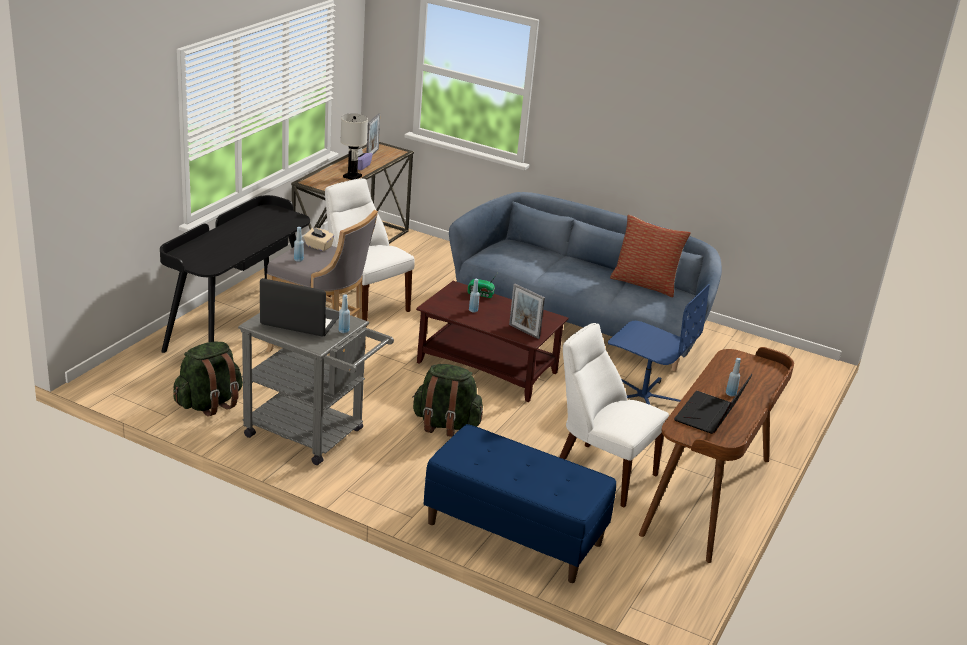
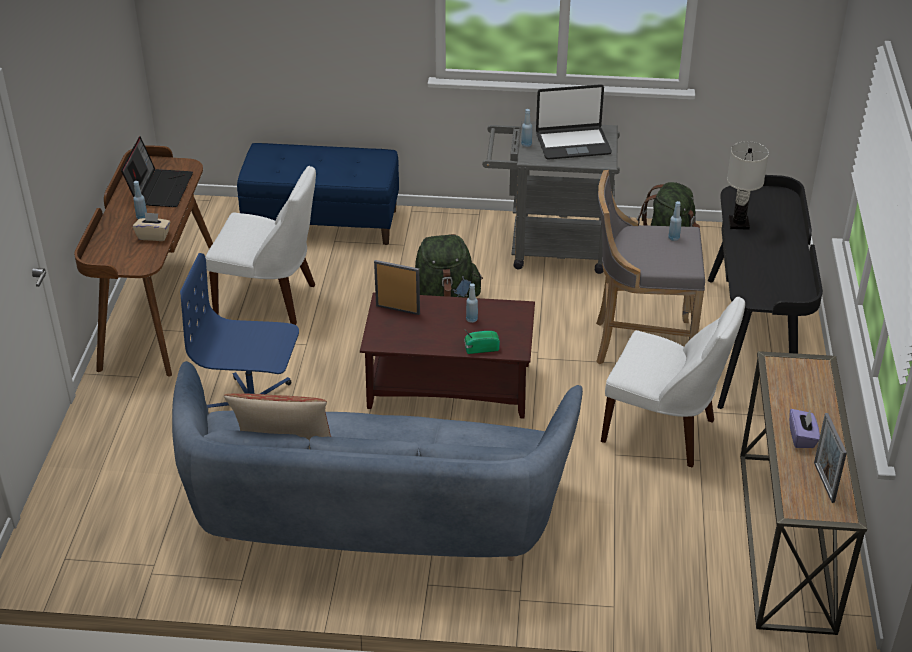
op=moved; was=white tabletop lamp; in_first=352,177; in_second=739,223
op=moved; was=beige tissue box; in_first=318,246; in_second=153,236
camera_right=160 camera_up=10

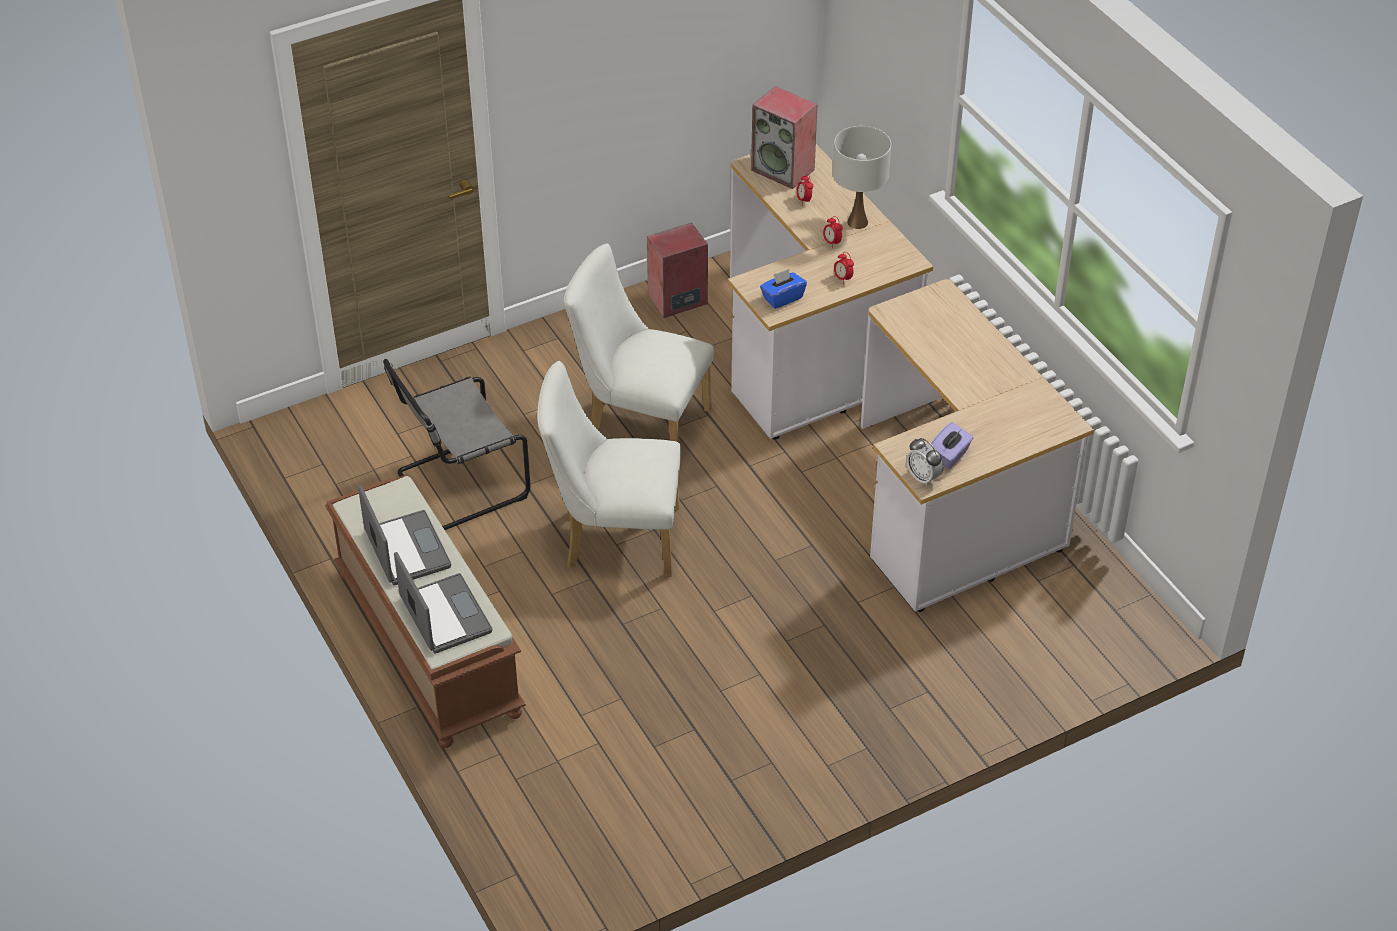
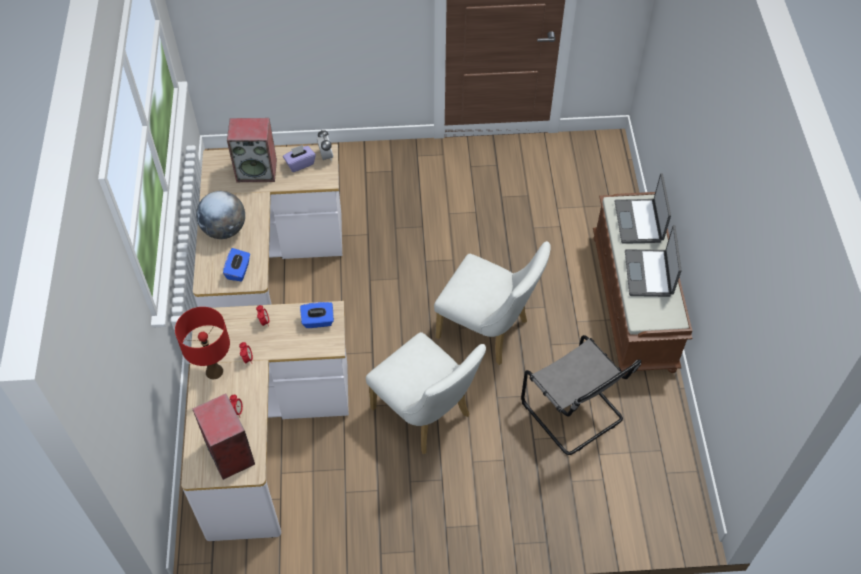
op=recoloured; was=white tabletop lamp; now=red tabletop lamp; in_first=857,222; in_second=214,372
op=moved; was=speaker; in_first=677,300; in_second=257,170
op=turned; was=grey plain chair; in_first=458,486; in_second=574,413; clockwise=60
op=added; now=globe; in_second=224,229
op=added; now=bluish tissue box; in_second=238,271
camera_right=-155 camera_up=10

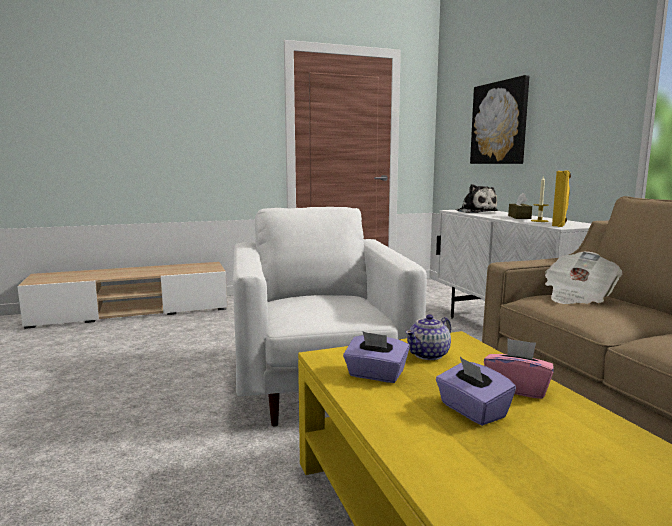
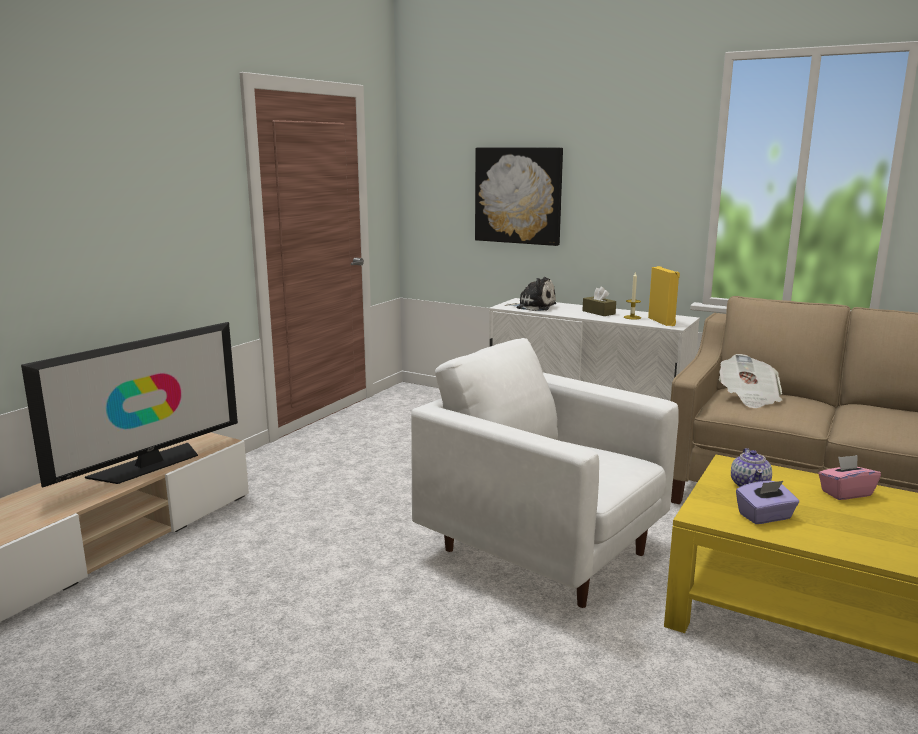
op=removed; was=purplish tissue box; in_first=472,411
op=added; now=TV; in_second=149,464
camera_right=-40 camera_up=5

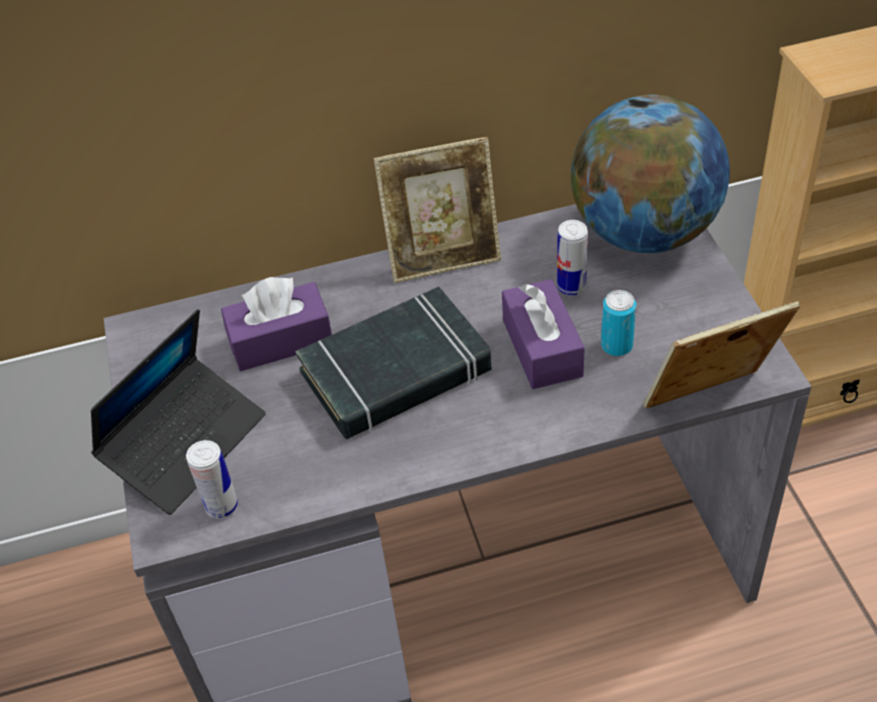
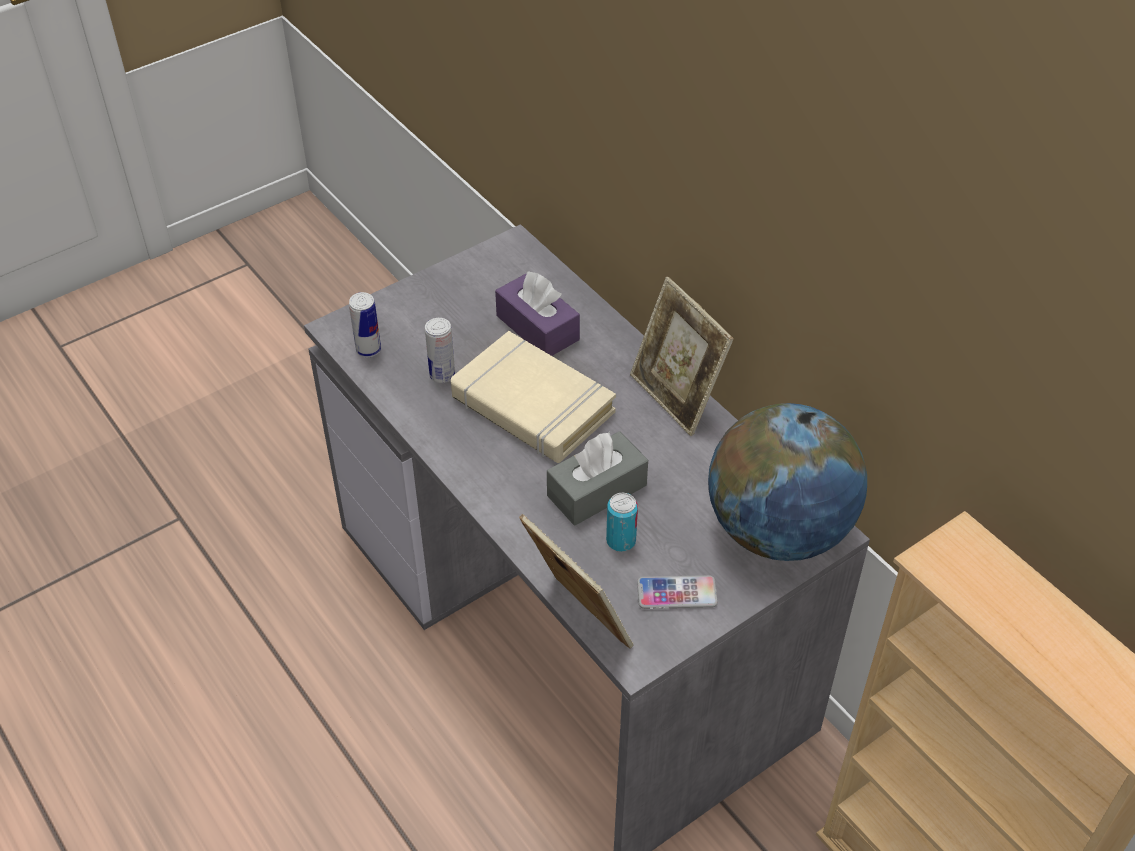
op=moved; was=sealed can; in_first=571,286; in_second=442,375
op=recoloured; was=purplish tissue box; now=grey tissue box; in_first=542,348; in_second=597,490
op=recoloured; was=blackish bound book; now=beige bound book; in_first=396,372; in_second=532,405
op=removed; was=notebook computer; in_first=185,443
op=added; now=handset; in_second=677,593
camera_right=65 camera_up=0

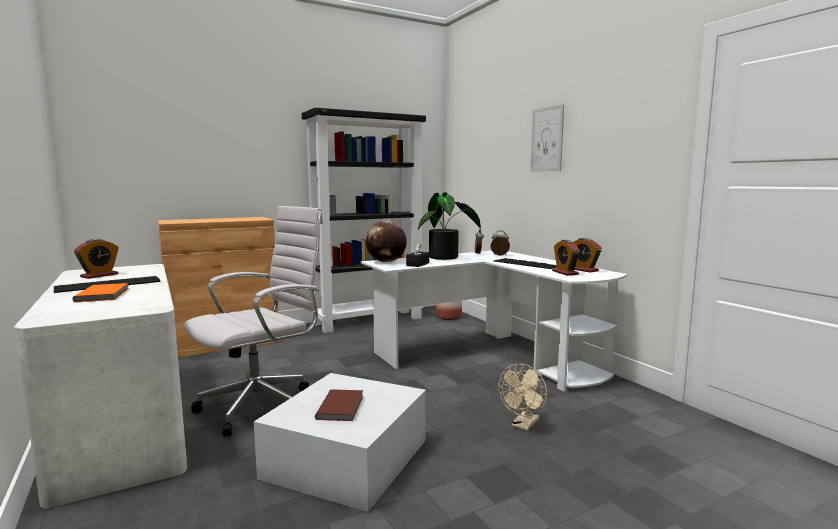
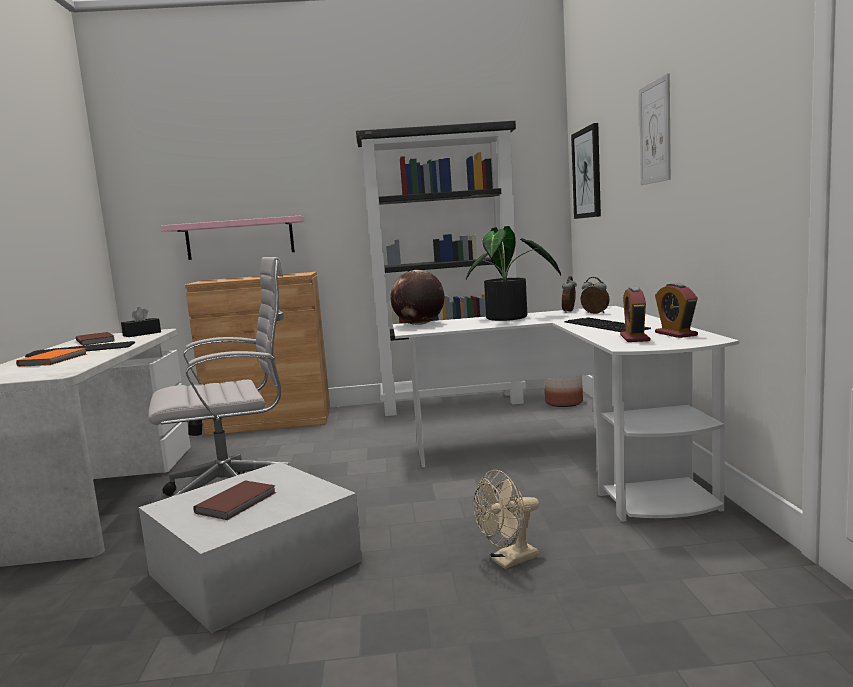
op=replaced; was=alarm clock; now=brownish bound book; in_first=99,275; in_second=96,341
op=moved; was=blackish tissue box; in_first=417,264; in_second=142,334
op=added; now=wall art; in_second=587,173
op=added; now=pink bracket shelf; in_second=240,238
camera_right=25 camera_up=0

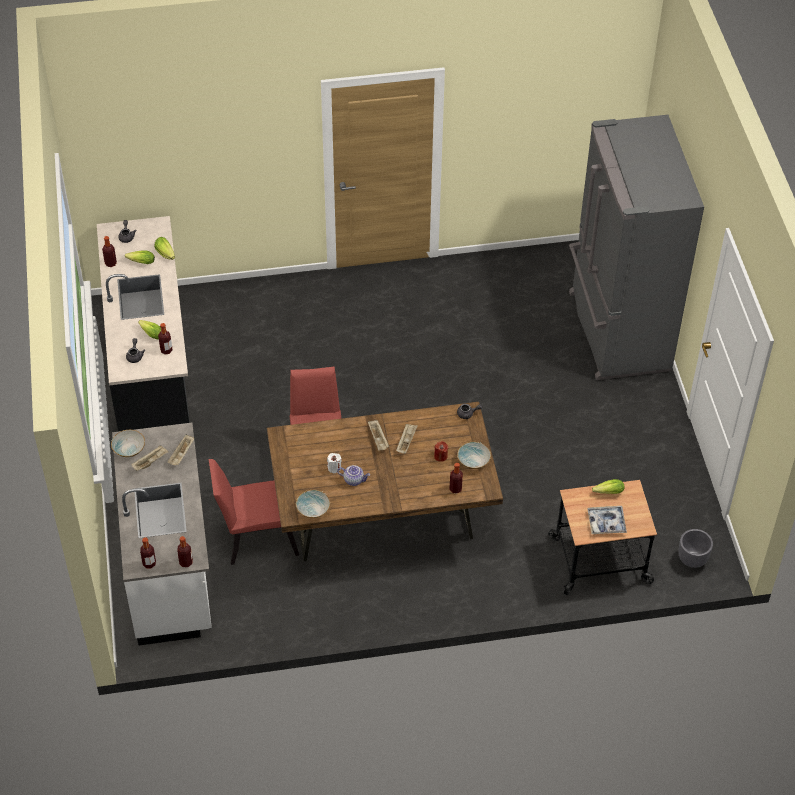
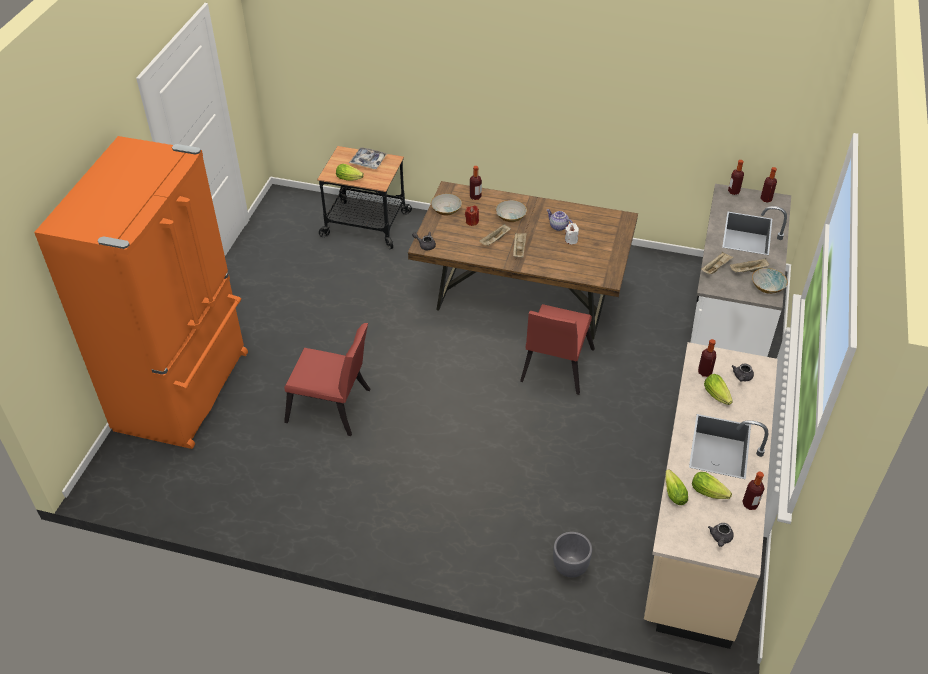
op=recoloured; was=grey refrigerator; now=orangey refrigerator; in_first=616,332; in_second=186,390
op=recoloured; was=blackish counter; now=beige counter; in_first=151,367; in_second=697,527
op=moved; was=red plain chair; in_first=255,535; in_second=333,408
op=moved; was=deep dish; in_first=313,509; in_second=510,217
op=moved; was=grey flower pot; in_first=692,559; in_second=570,568
camera_right=-155 camera_up=-5

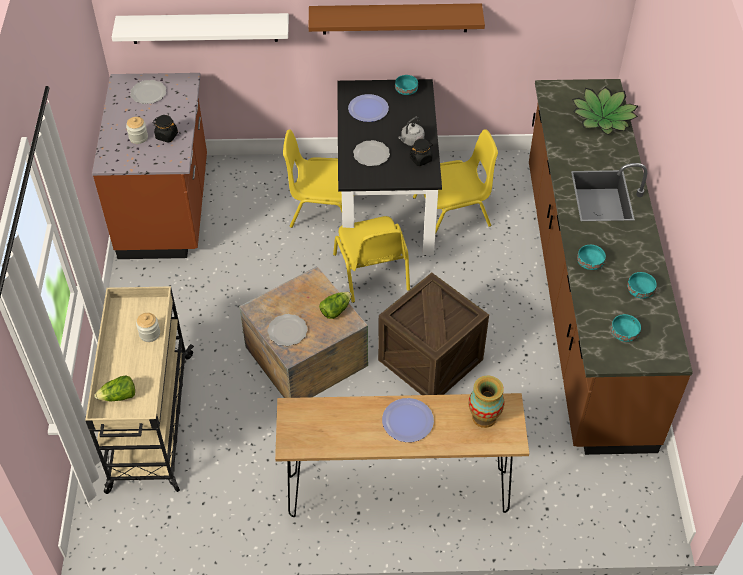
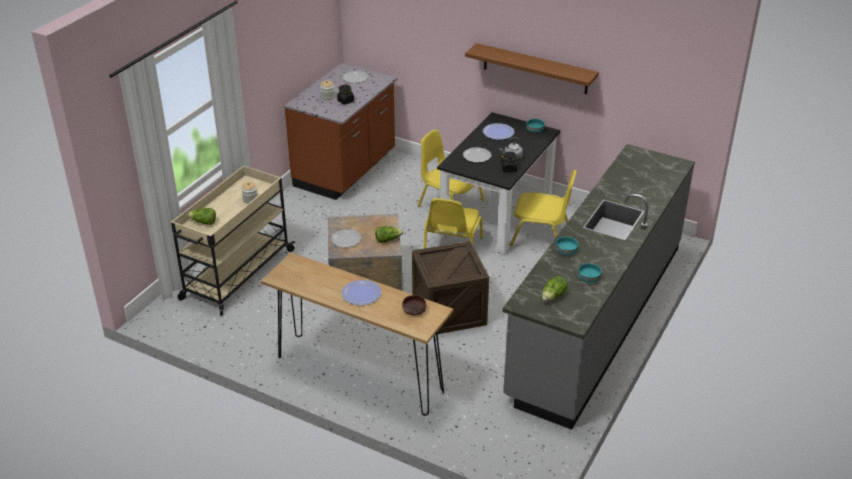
op=removed; was=white bracket shelf; in_first=204,28
op=recoloured; was=brownish counter; now=grey counter; in_first=584,299; in_second=596,318
op=removed; was=houseplant; in_first=603,118
op=replaced; was=blue-green deep dish; now=lettuce; in_first=624,333; in_second=553,296
op=replaced; was=decorative vase; now=brownish deep dish; in_first=484,417; in_second=414,311
camera_right=30 camera_up=-15

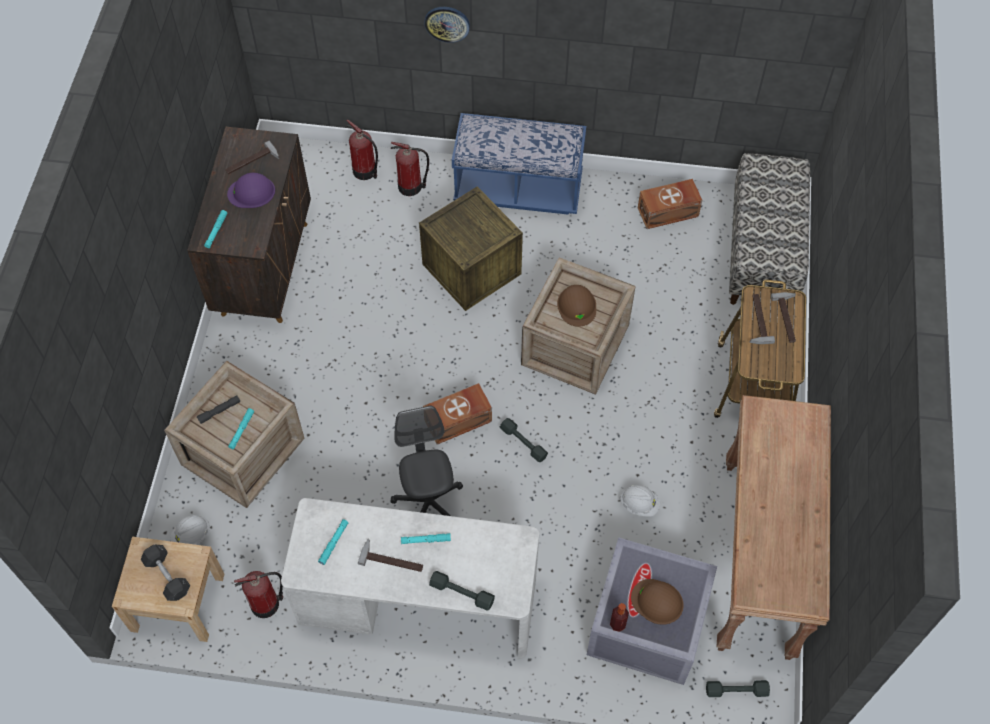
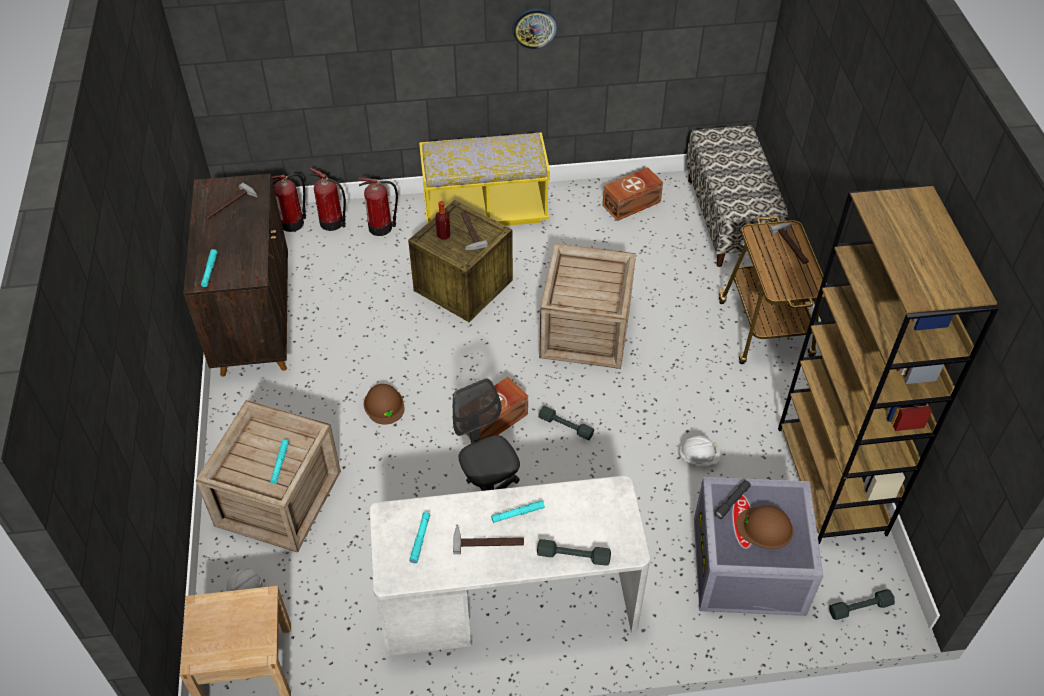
op=moved; was=hanging clock; in_first=447,23; in_second=534,28
op=recoloured; was=bluish long seat; now=yellowish long seat; in_first=518,189; in_second=485,210
op=removed; was=purplish work helmet; in_first=251,192
op=moved; was=brownish work helmet; in_first=577,306; in_second=384,405
op=moved; was=tool hammer; in_first=757,319; in_second=468,231
op=moved; was=grey hand torch; in_first=219,411; in_second=732,501
op=replaced; was=brownish narrow table; now=brownish bookcase; in_first=758,560; in_second=832,481
op=removed; was=grey hand weight; in_first=167,576
op=moved; was=fire extinguisher; in_first=266,603; in_second=293,223
op=moved; was=bottle; in_first=617,624; in_second=443,235
camera_right=-15 camera_up=-10

